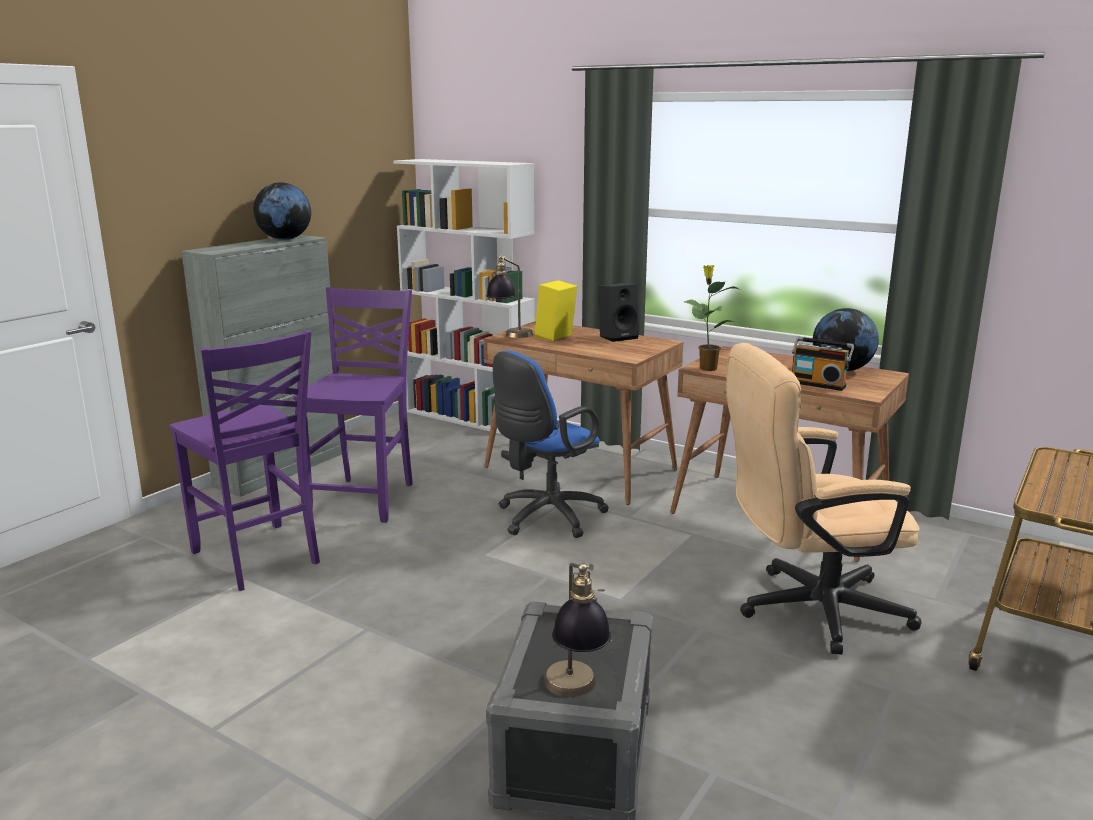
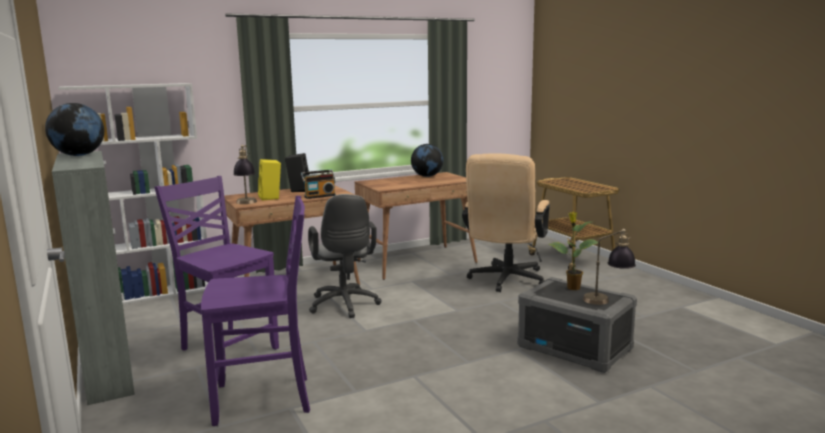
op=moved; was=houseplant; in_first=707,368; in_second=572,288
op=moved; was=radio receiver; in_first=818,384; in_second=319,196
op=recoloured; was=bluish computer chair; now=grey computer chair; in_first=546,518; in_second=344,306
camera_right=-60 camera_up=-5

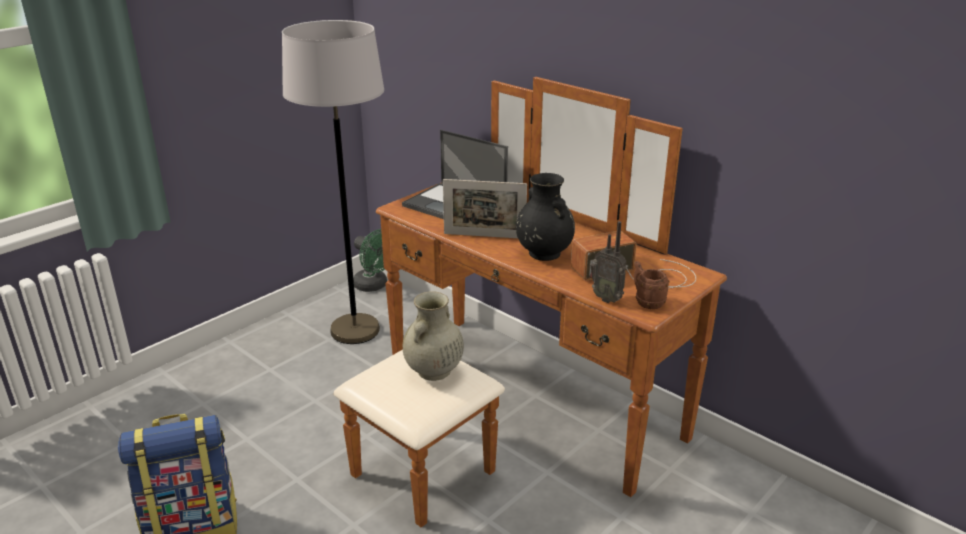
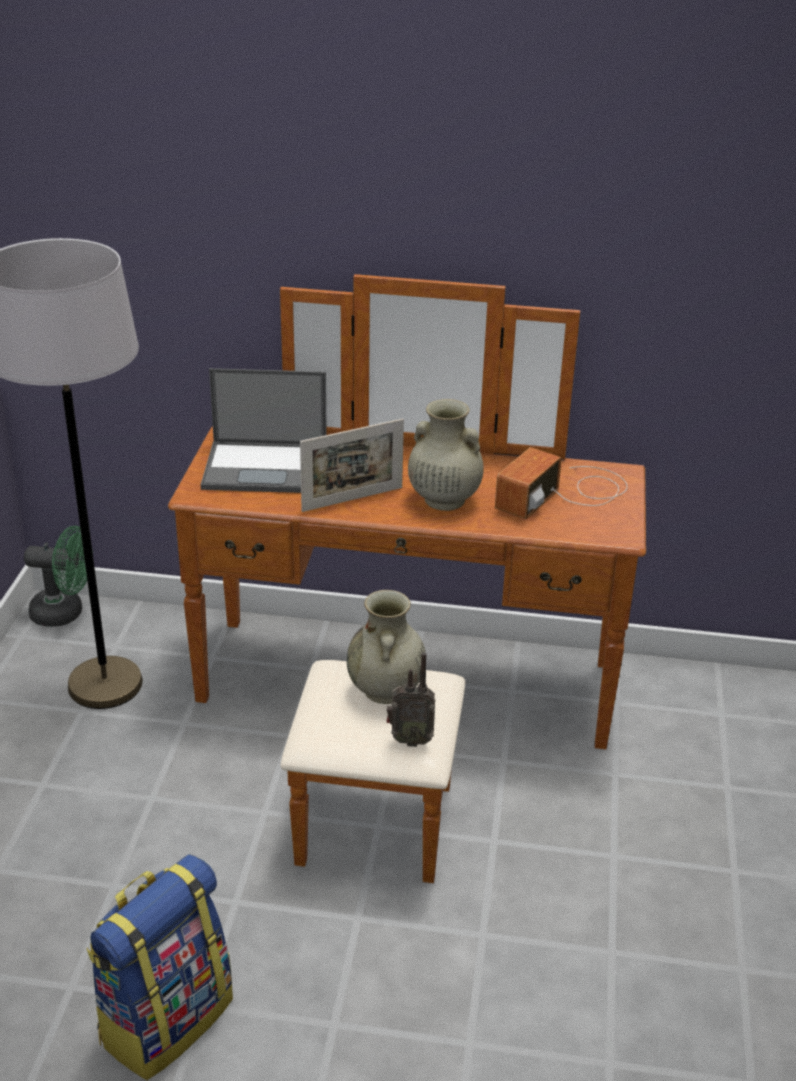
op=recoloured; was=blackish decorative vase; now=beige decorative vase; in_first=543,253; in_second=443,500
op=moved; was=radio receiver; in_first=607,298; in_second=410,739
op=removed; was=brownish coffee mug; in_first=646,301
camera_right=-35 camera_up=5

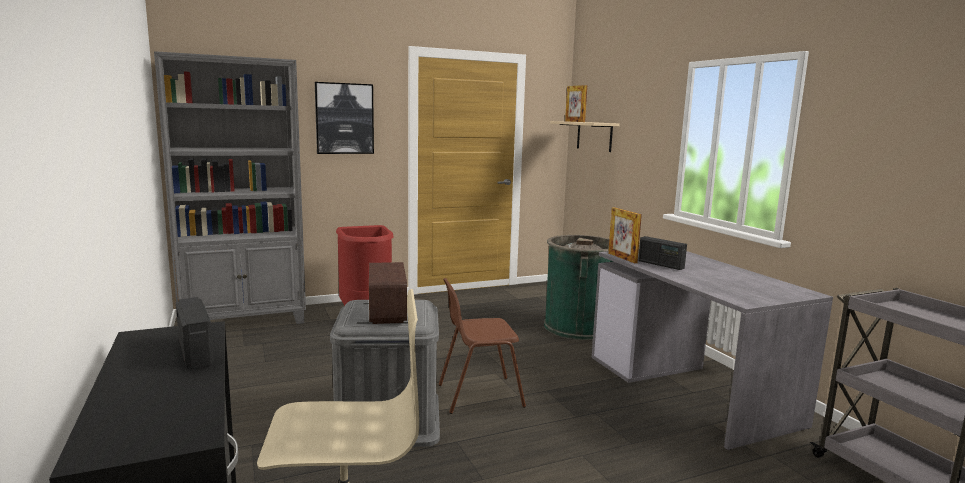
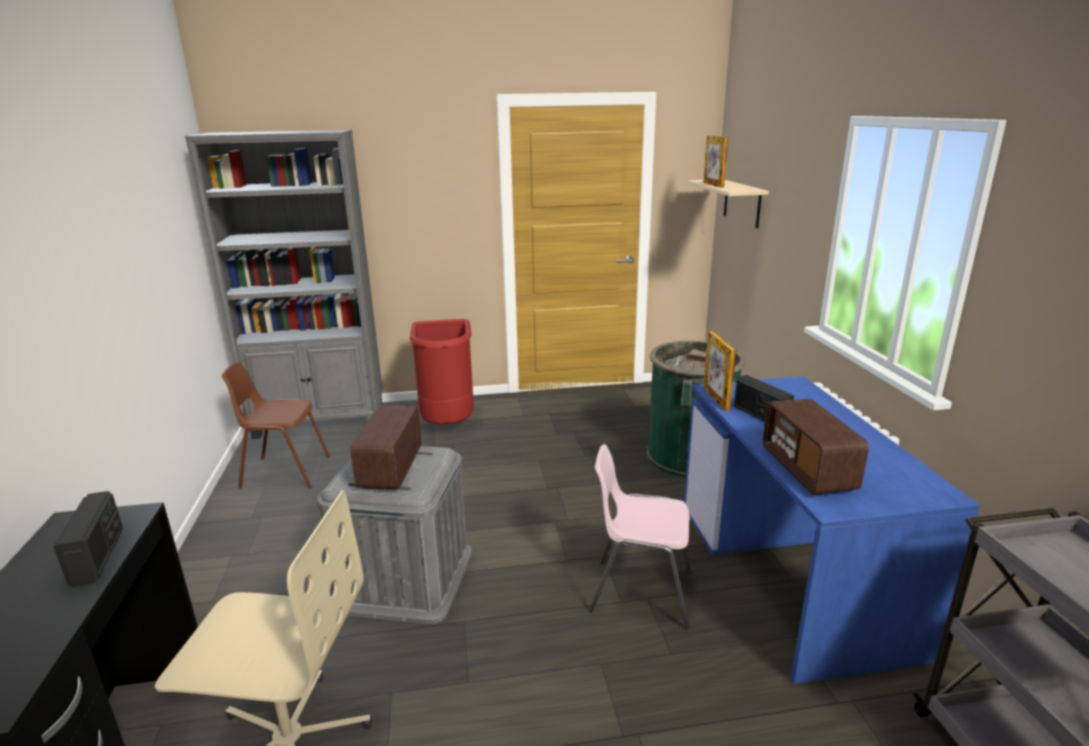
op=removed; was=wall art; in_first=344,118
op=recoloured; was=grey desk; now=bluish desk; in_first=690,389; in_second=791,574
op=moved; was=brownish plain chair; in_first=479,395; in_second=285,472
op=added; now=radio receiver; in_second=807,470
op=added; now=pink plain chair; in_second=640,591
camera_right=15 camera_up=10

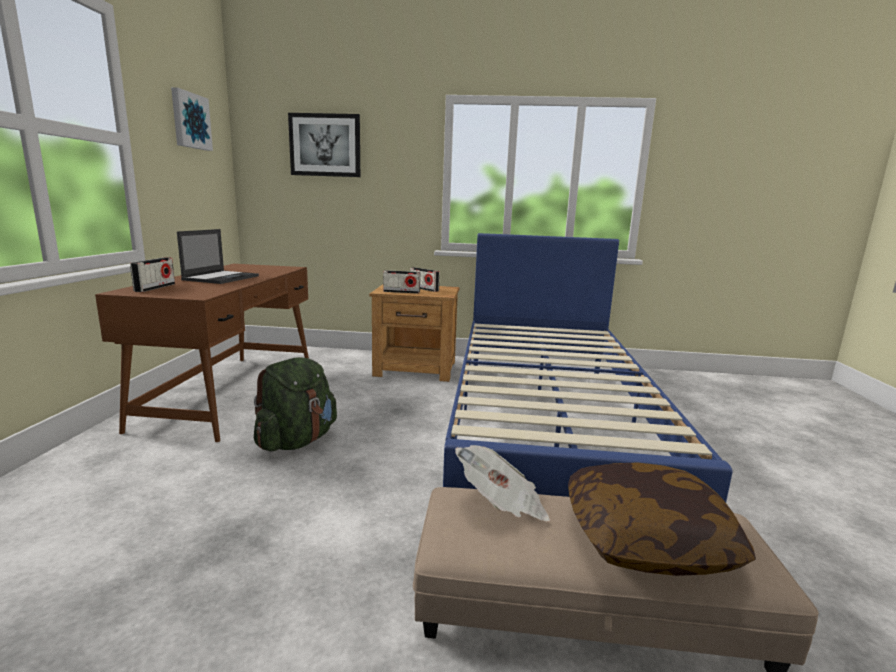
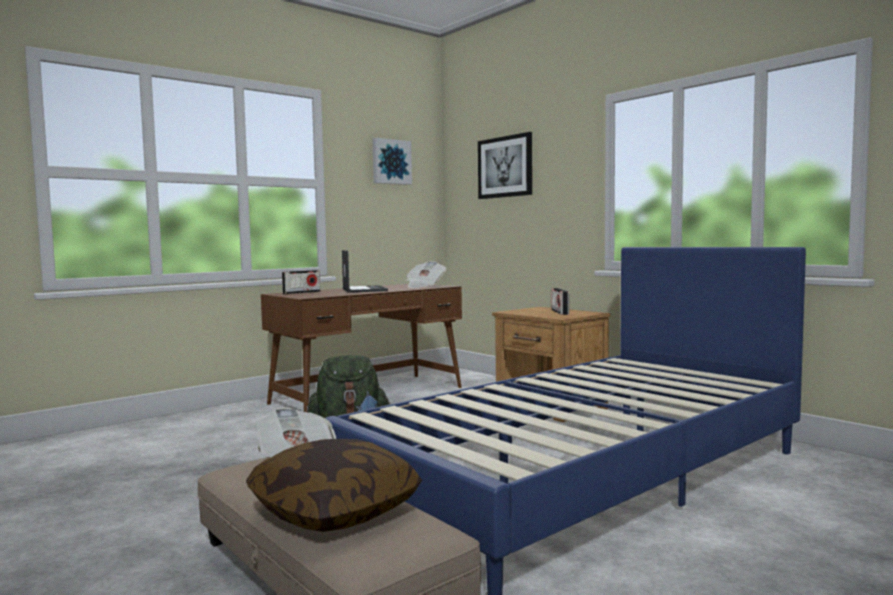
op=turned; was=notebook computer; in_first=222,278; in_second=364,290; clockwise=-75
op=removed; was=radio receiver; in_first=401,292
op=added; now=printed paper; in_second=424,286
camera_right=45 camera_up=-10

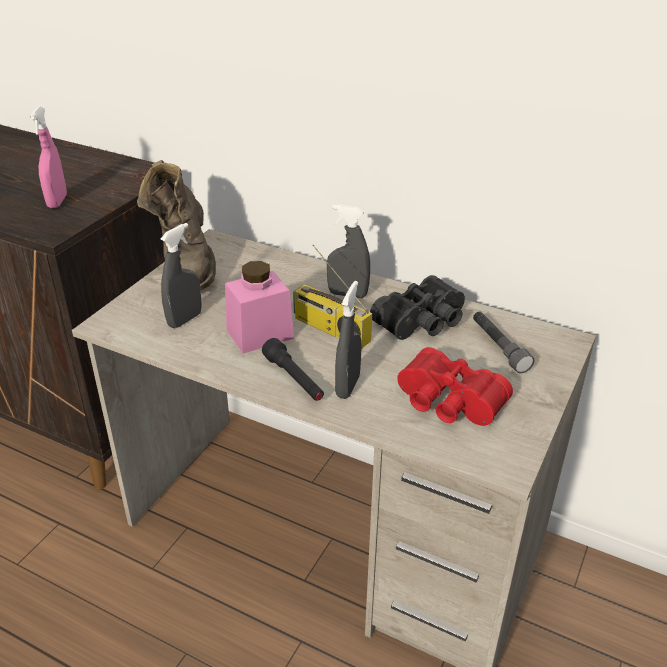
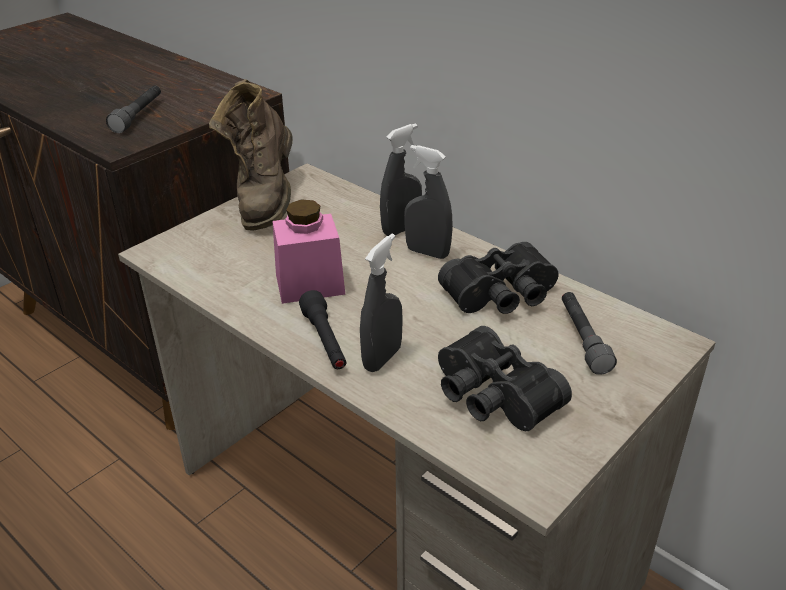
op=replaced; was=pink spray bottle; now=grey hand torch; in_first=57,202; in_second=138,116
op=moved; was=grey spray bottle; in_first=185,319; in_second=401,229
op=removed; was=radio receiver; in_first=329,329
op=recoloured; was=red binoculars; now=blackish binoculars; in_first=447,403; in_second=491,397
camera_right=15 camera_up=0

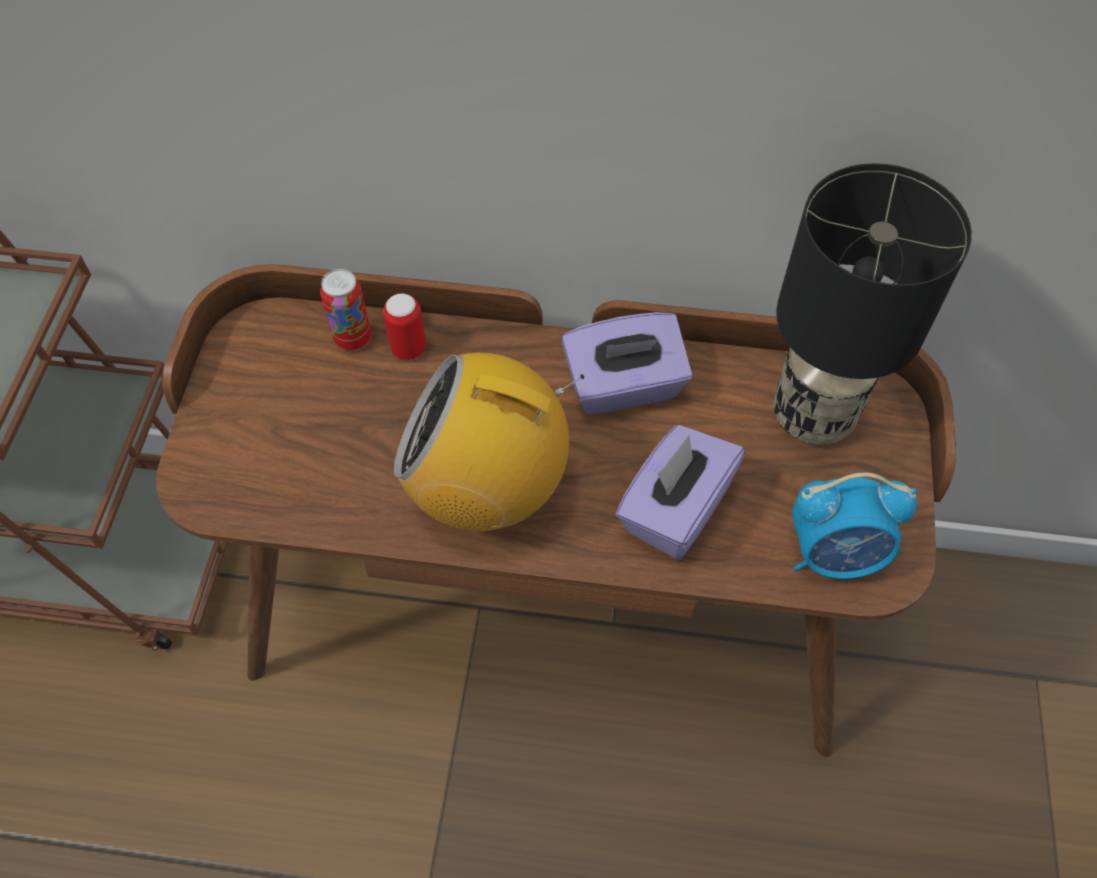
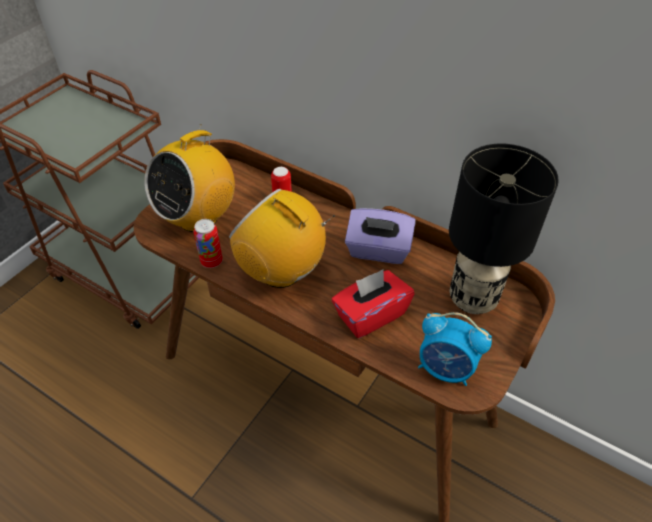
op=moved; was=sealed can; in_first=353,338; in_second=211,261
op=recoloured; was=purplish tissue box; now=red tissue box; in_first=674,509; in_second=370,315
op=added; now=radio receiver; in_second=198,217
camera_right=25 camera_up=-10

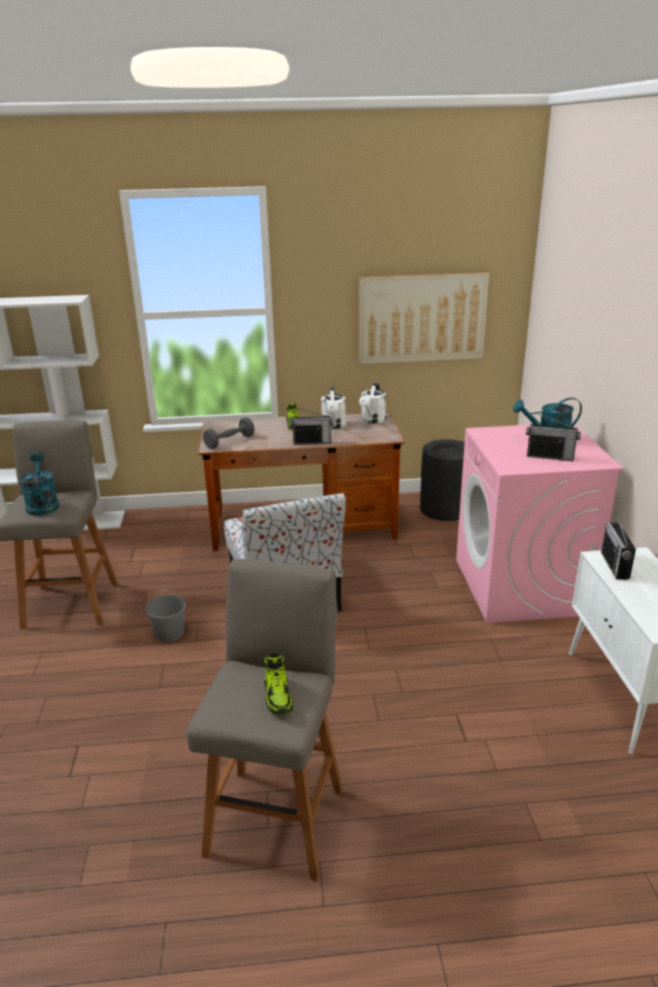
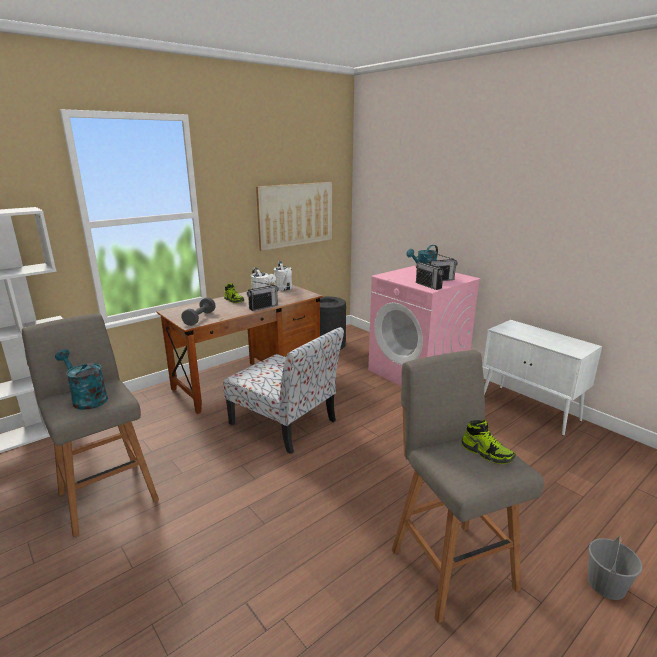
op=moved; was=radio receiver; in_first=614,565; in_second=428,285
op=moved; was=grey water bucket; in_first=169,633; in_second=606,585
camera_right=-35 camera_up=-5

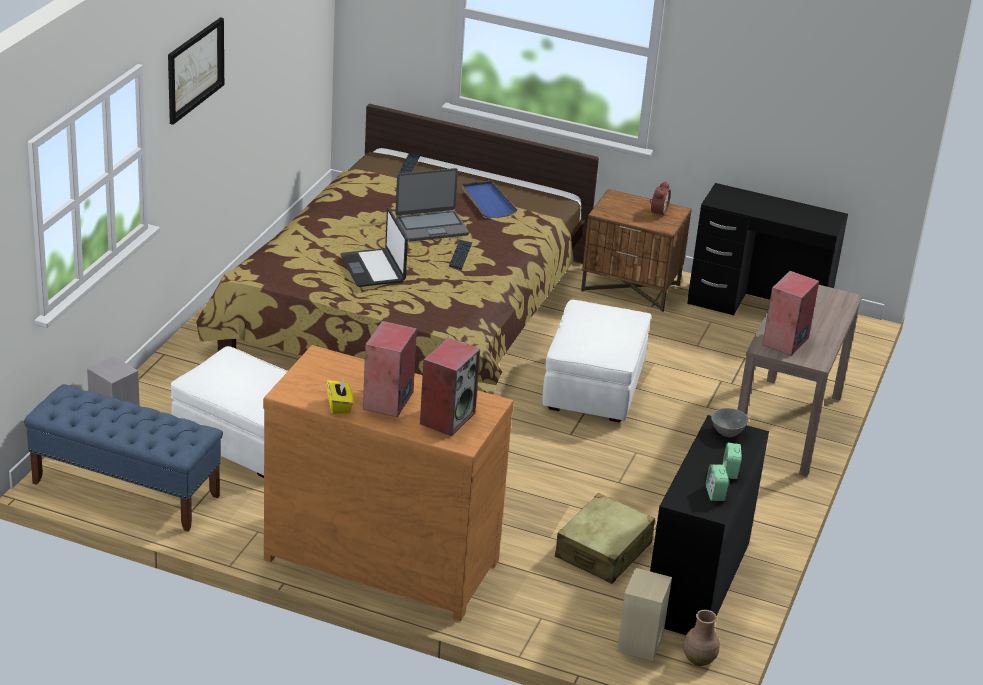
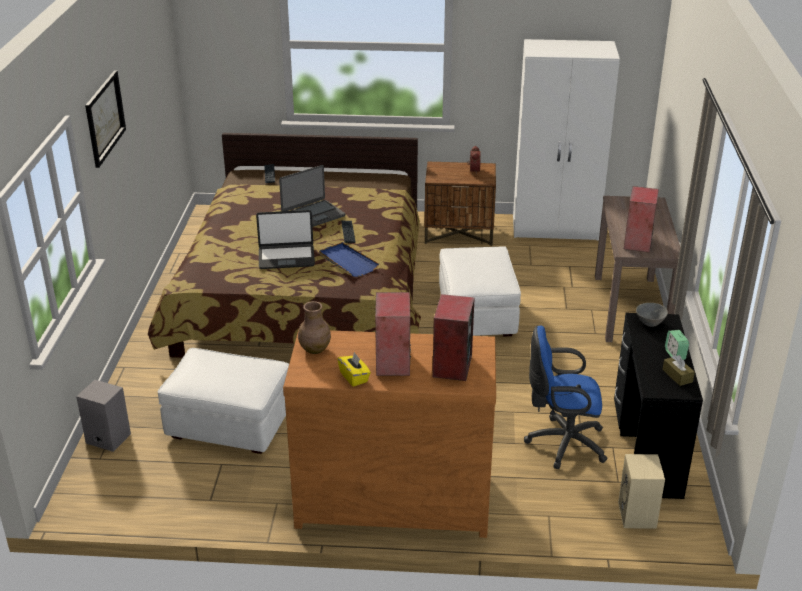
op=moved; was=bluish serving tray; in_first=487,201; in_second=347,262
op=replaced; was=blackish desk; now=white armoire; in_first=758,309; in_second=556,229
op=turned; was=notebook computer; in_first=373,269; in_second=286,257; clockwise=-60
op=removed; was=bluish long seat; in_first=125,489
op=replaced; was=alarm clock; now=brownish tissue box; in_first=715,494; in_second=677,376
op=replaced; was=beige travel case; now=bluish computer chair; in_first=603,551; in_second=562,443
op=moved; was=brownish decorative vase; in_first=698,659; in_second=314,349
camera_right=-15 camera_up=0

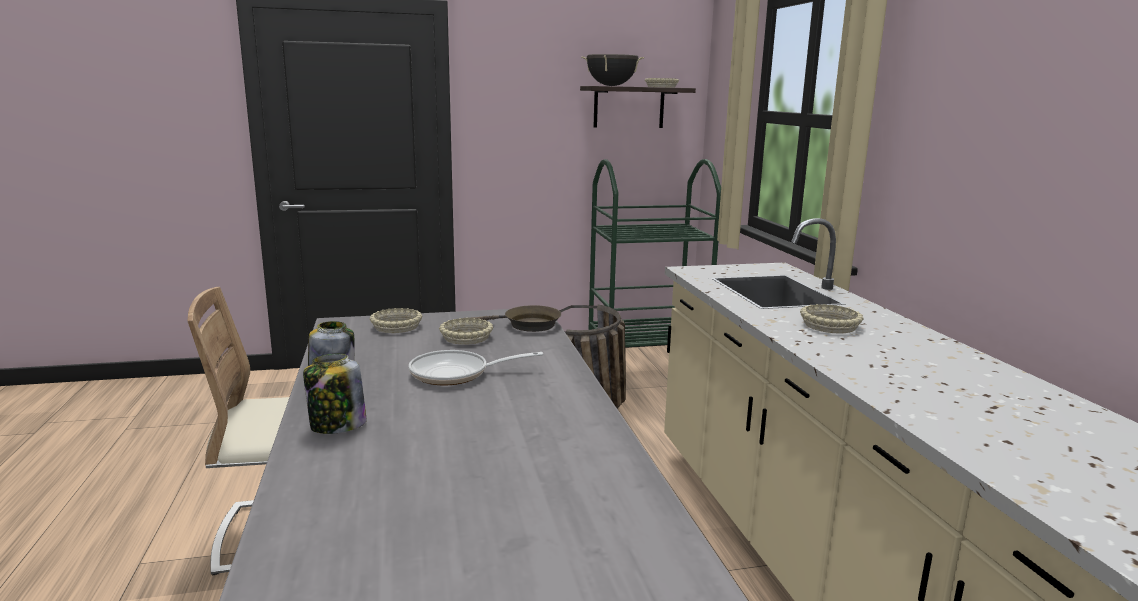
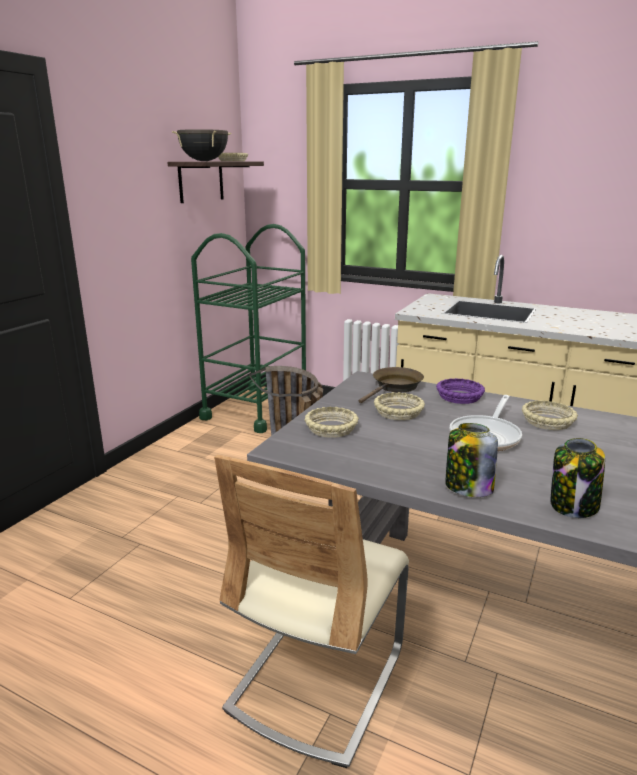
op=moved; was=beige deep dish; in_first=829,325; in_second=548,421
op=added; now=purplish deep dish; in_second=459,396
camera_right=-50 camera_up=5

